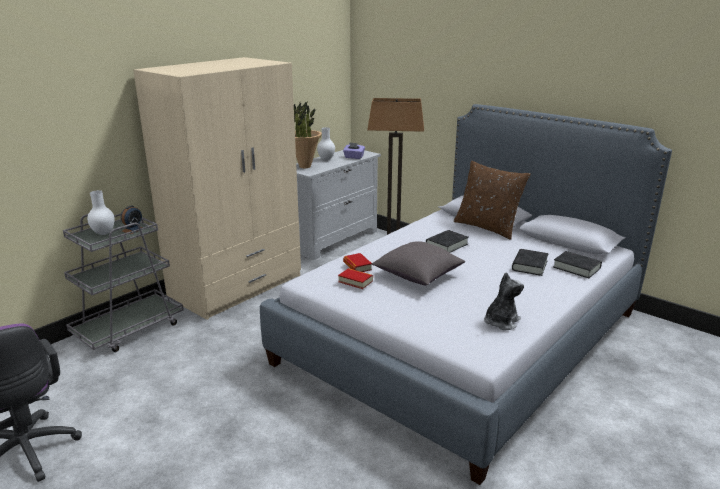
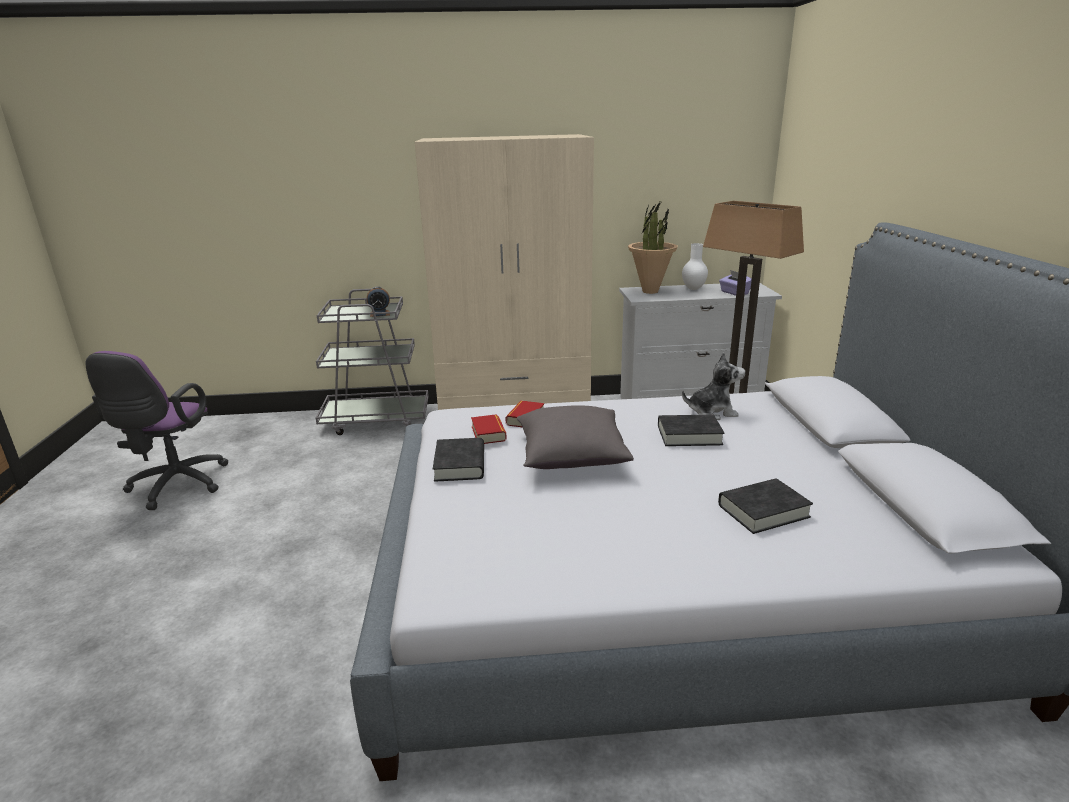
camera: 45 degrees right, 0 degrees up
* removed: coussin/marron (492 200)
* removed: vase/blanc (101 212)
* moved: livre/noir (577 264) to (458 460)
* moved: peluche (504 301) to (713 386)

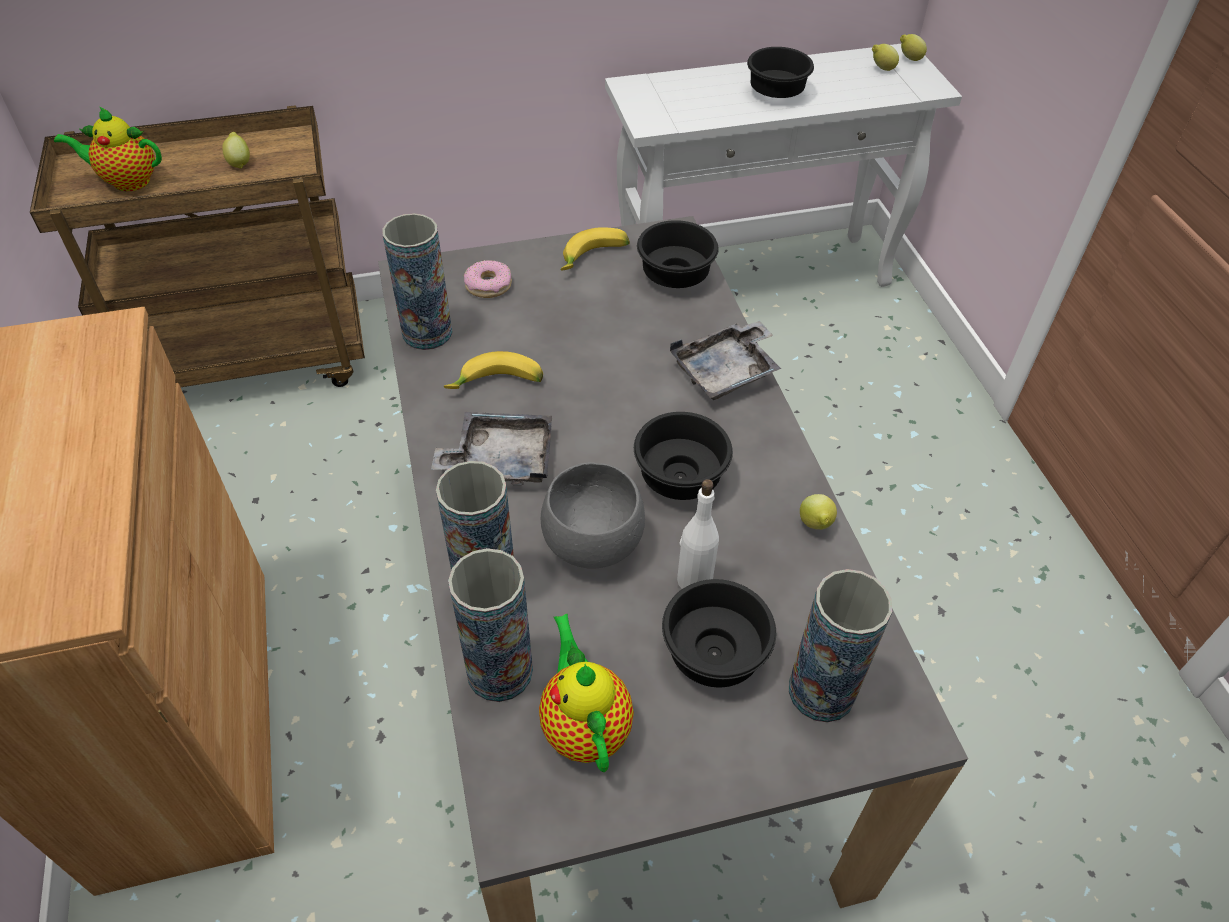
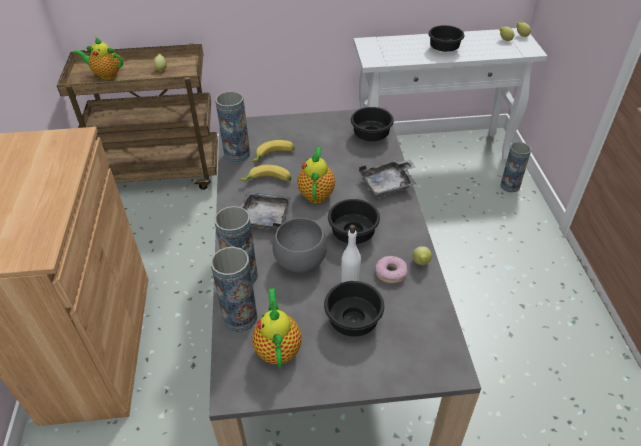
camera: 10 degrees right, 5 degrees down
* moved: banane (595 249) to (273 151)
* moved: beignet (488 279) to (391 270)
* moved: vase (840 645) to (515 167)
* added: théière (316 175)

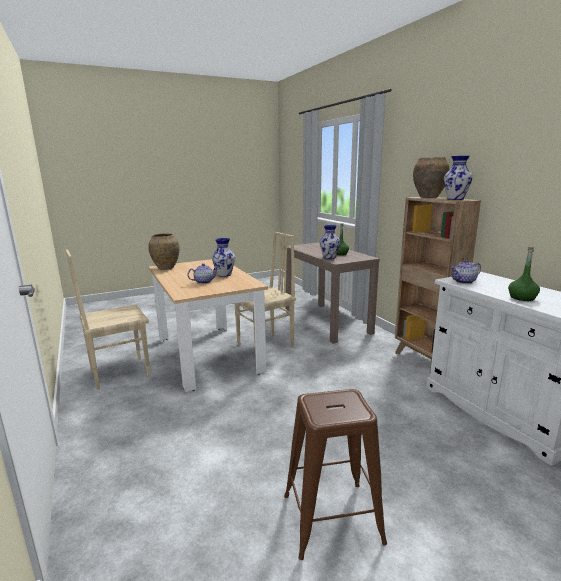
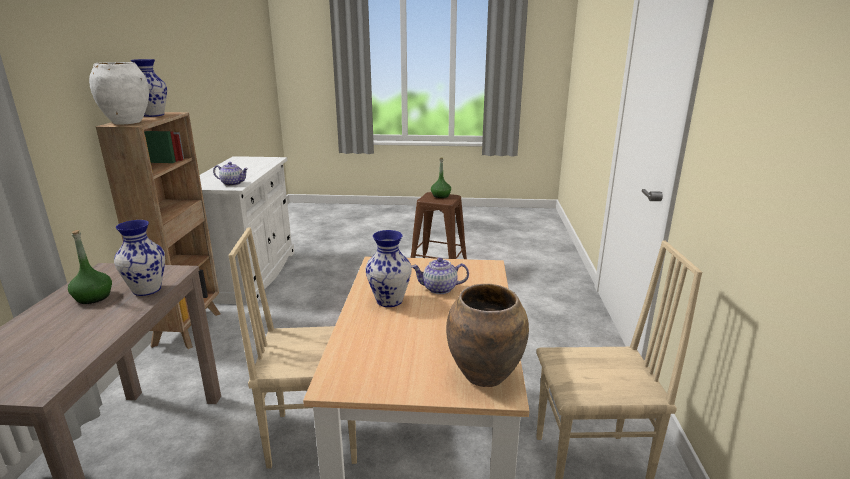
camera: 150 degrees left, 5 degrees up
* recoloured: vase/marron (431 177) to vase/blanc (119 93)
* moved: bouteille/vert (524 274) to (441 177)

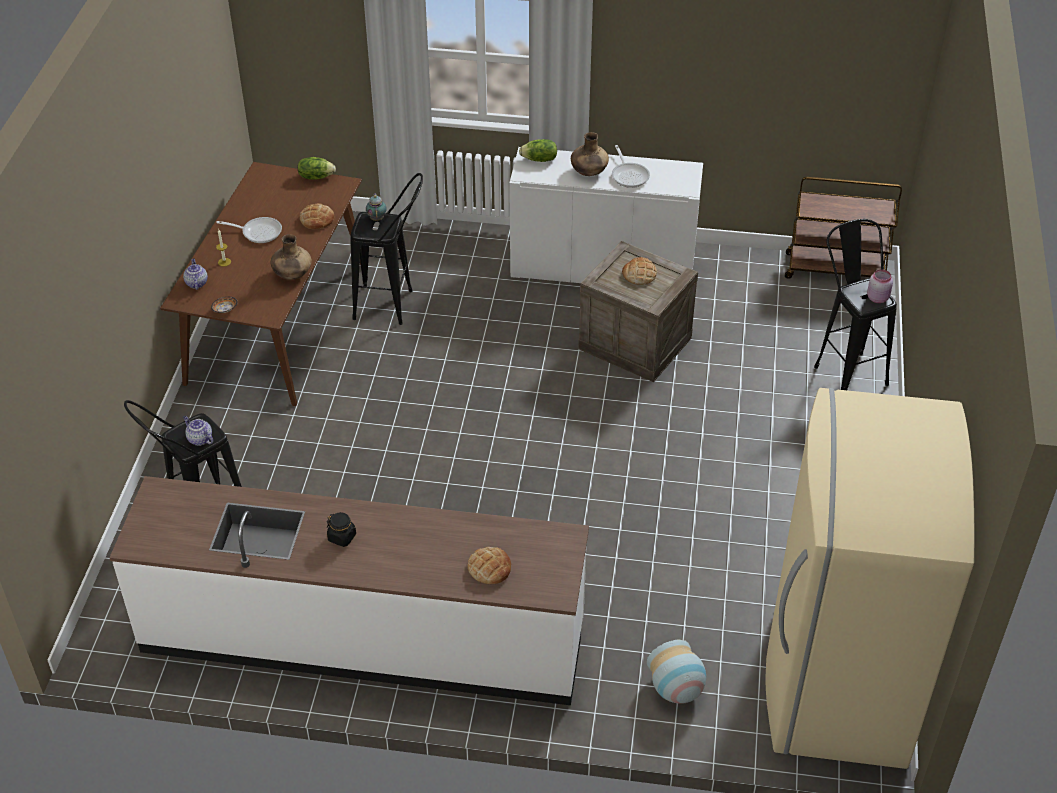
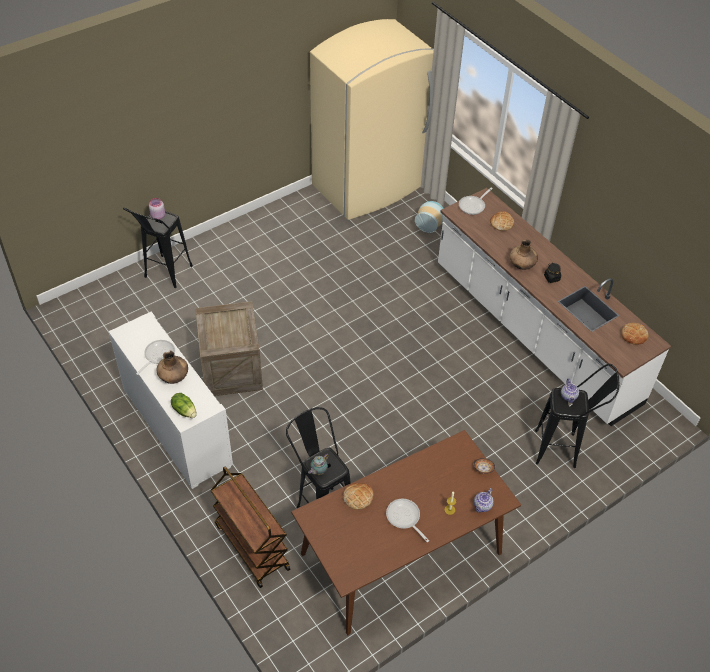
camera: 135 degrees left, 5 degrees up
* removed: laitue (317 168)
* moved: chariot/marron (843 228) to (250 527)
* moved: vase/marron (291 257) to (524 254)
* moved: pain (639 271) to (635 334)
* added: poêle (476 201)

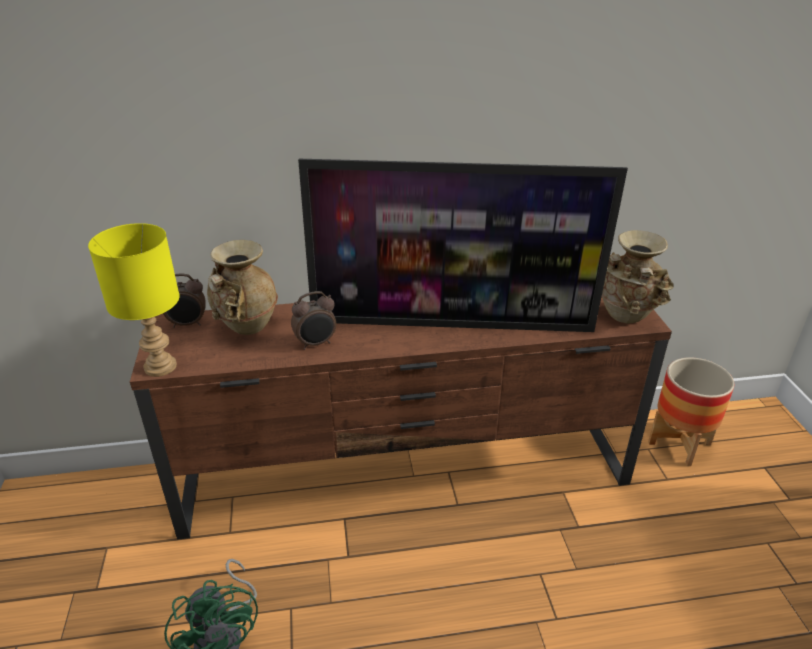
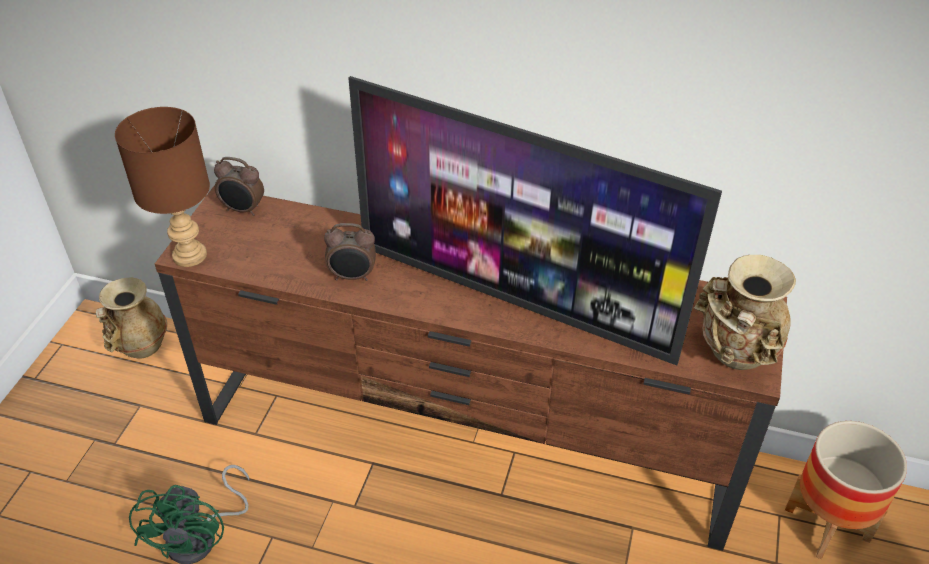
camera: 25 degrees right, 10 degrees up
* recoloured: lampe de table/jaune (134 300) to lampe de table/marron (162 187)
* moved: vase/beige (242 287) to (131 318)

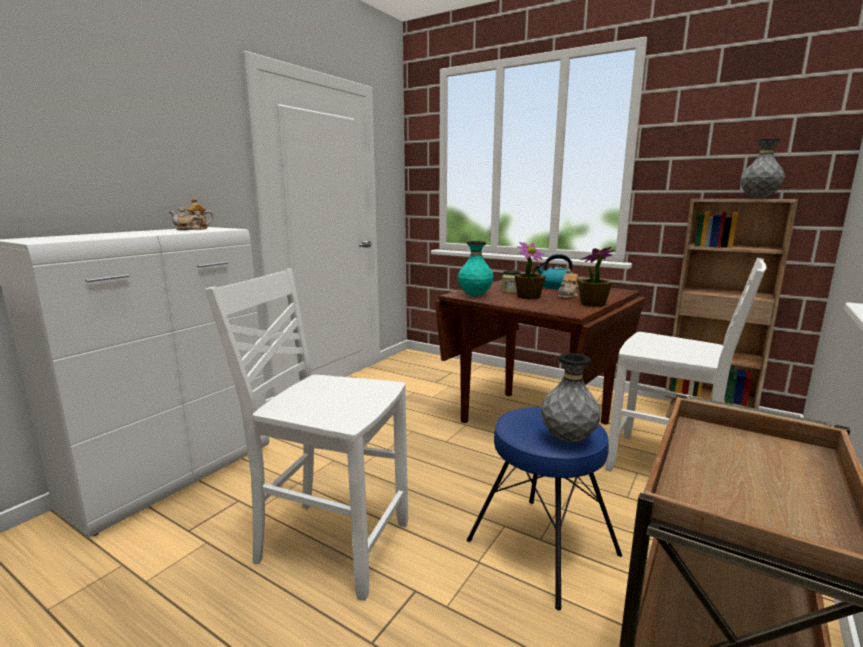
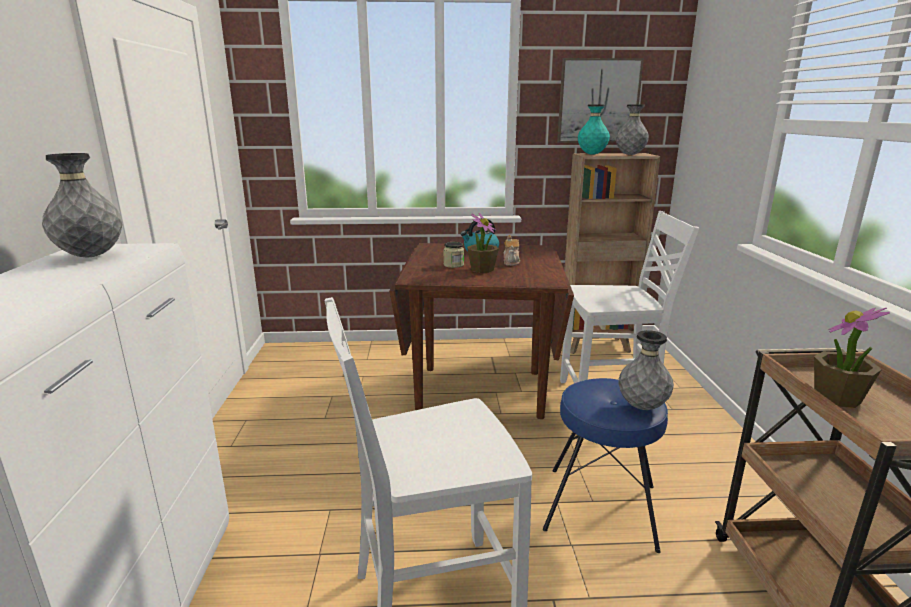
camera: 35 degrees left, 5 degrees up
* replaced: théière (191 213) to vase/gris (82 205)
* moved: vase/turquoise (476 268) to (594 130)
* moved: plante en pot (596 277) to (852 358)
* added: tableau (600 100)

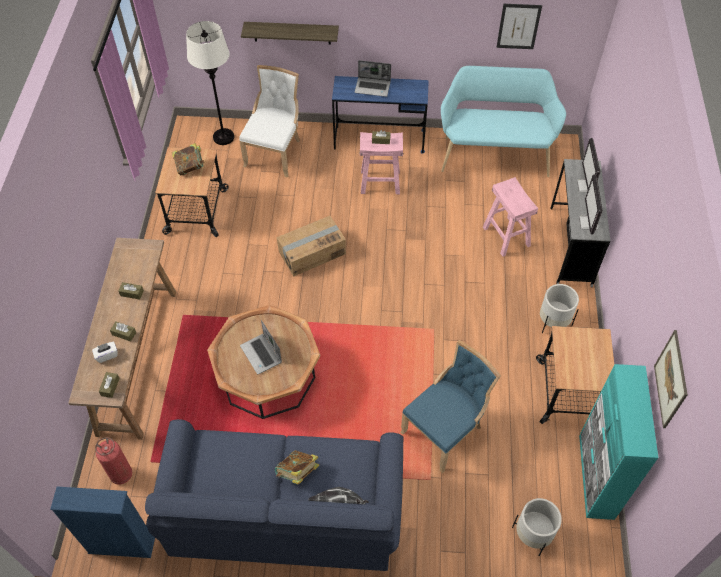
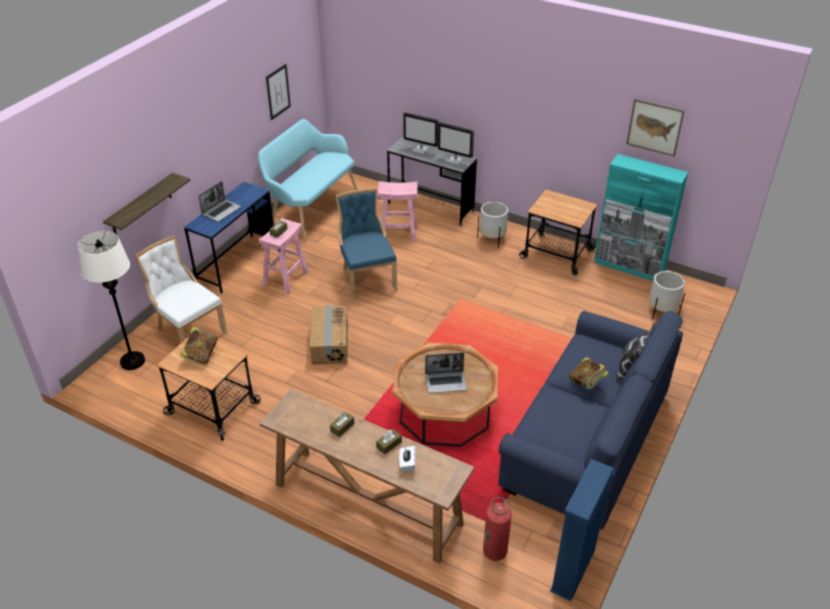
camera: 65 degrees left, 15 degrees down
* moved: chaise/bleu (450 406) to (366 244)
* removed: boîte à mouchoirs/marron (109 385)

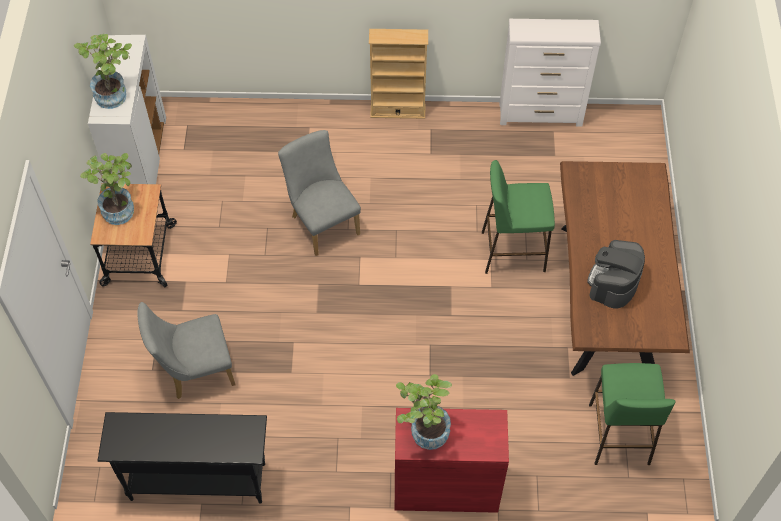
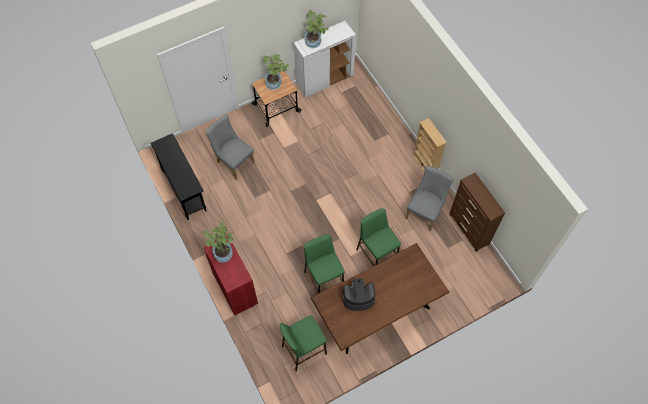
camera: 60 degrees right, 5 degrees up
* recoloured: commode/blanc (550 73) to commode/marron (477 212)
* moved: chaise/gris (319 193) to (429 198)
* added: tabouret/vert (324 264)

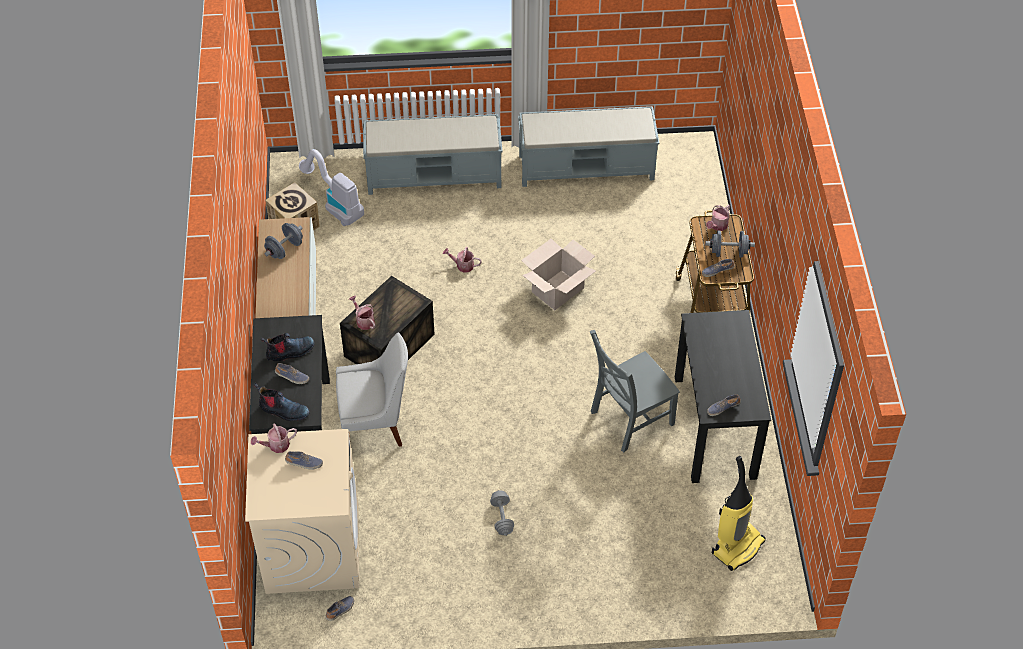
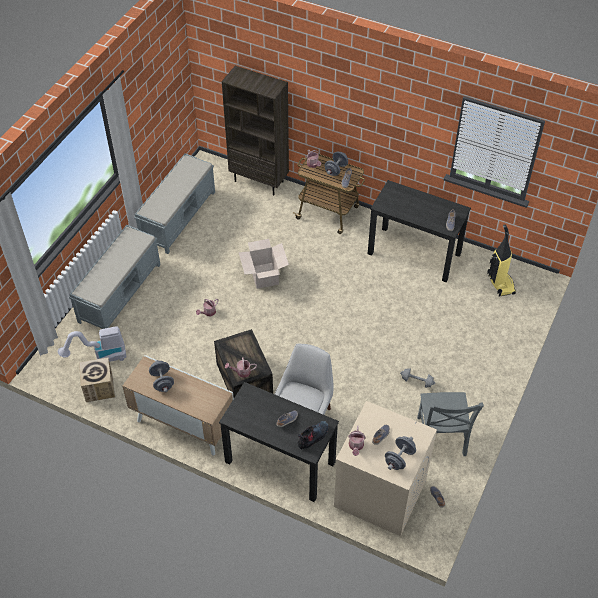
camera: 60 degrees left, 0 degrees up
* moved: chaise/gris (635 391) to (450 424)
* removed: botte (287 347)
* added: bibliothèque/marron (255 130)
* added: haltère/gris (400 453)

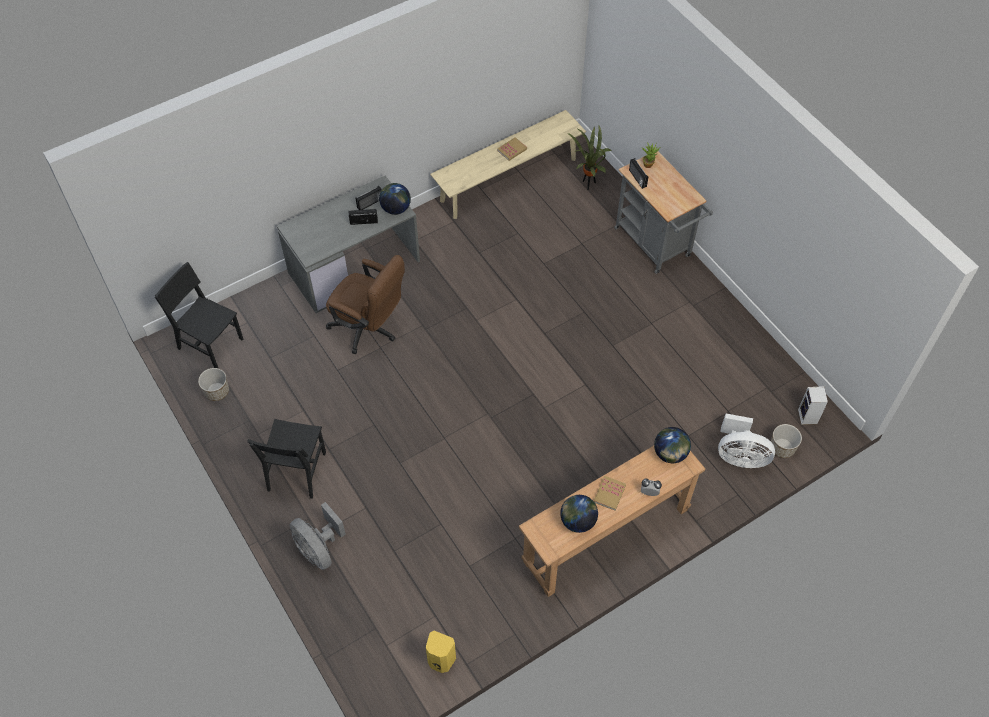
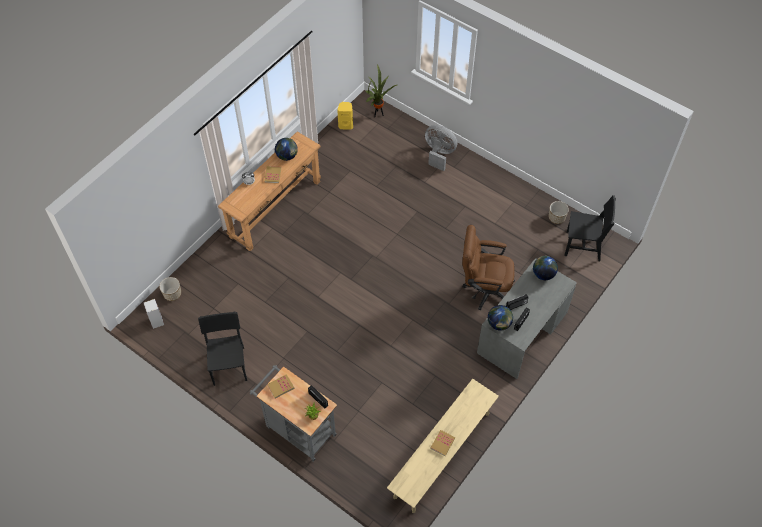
camera: 160 degrees right, 0 degrees up
* moved: plante en pot (590 158) to (381 90)
* removed: ventilateur/blanc (746 441)
* moved: chaise/noir (286 459) to (222 349)
* moved: globe (672 445) to (545 268)
* added: livre (281 386)

